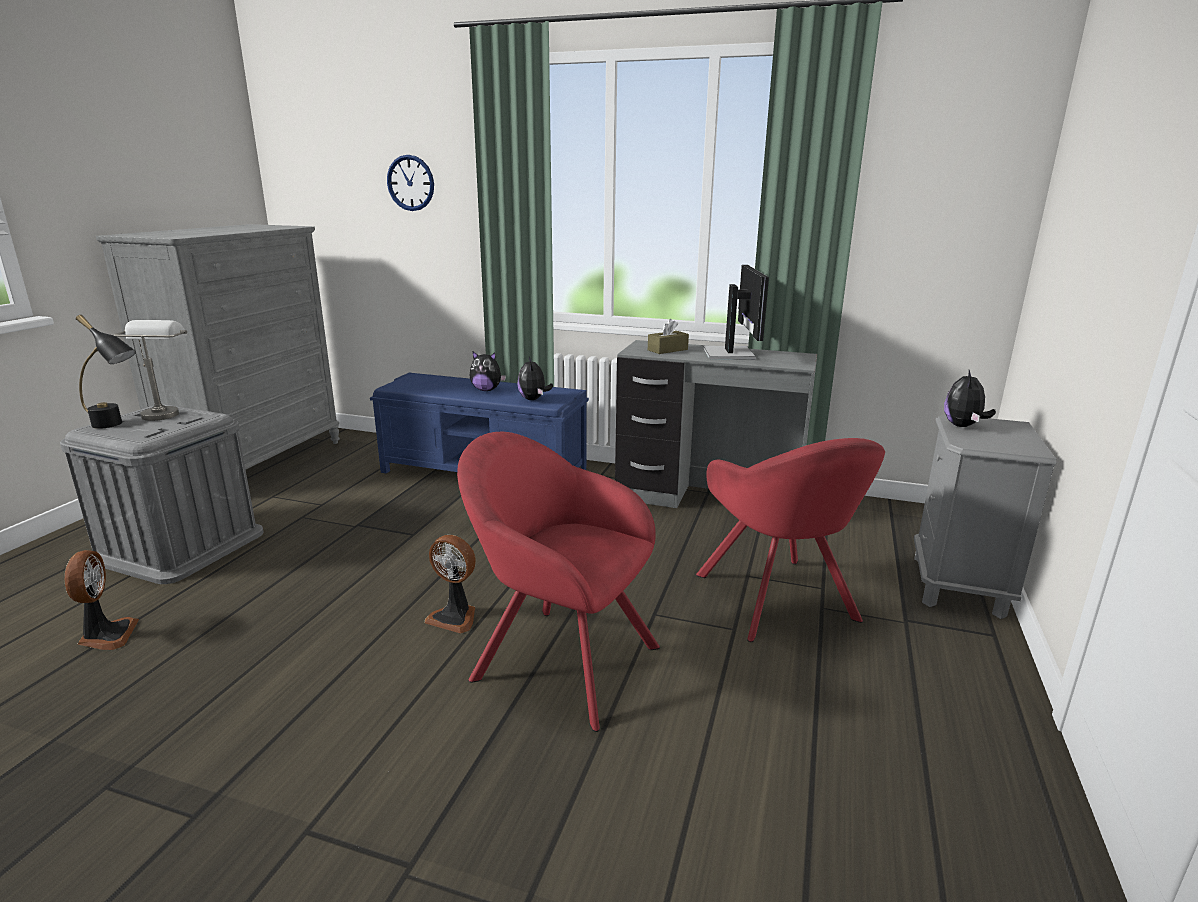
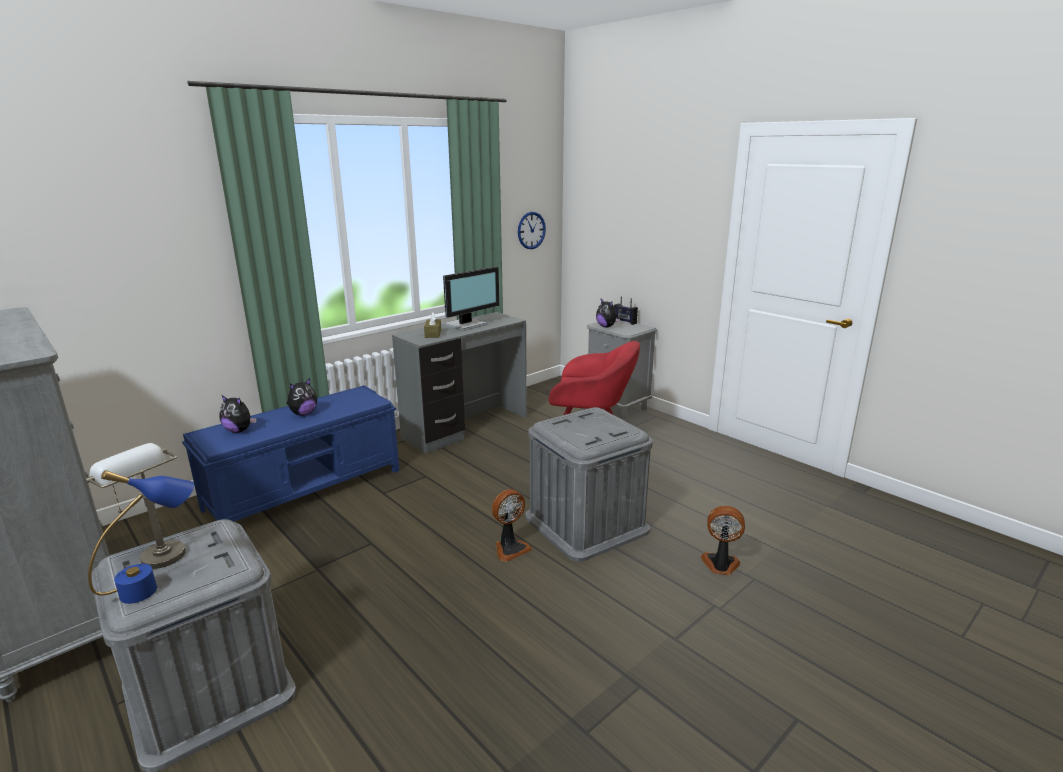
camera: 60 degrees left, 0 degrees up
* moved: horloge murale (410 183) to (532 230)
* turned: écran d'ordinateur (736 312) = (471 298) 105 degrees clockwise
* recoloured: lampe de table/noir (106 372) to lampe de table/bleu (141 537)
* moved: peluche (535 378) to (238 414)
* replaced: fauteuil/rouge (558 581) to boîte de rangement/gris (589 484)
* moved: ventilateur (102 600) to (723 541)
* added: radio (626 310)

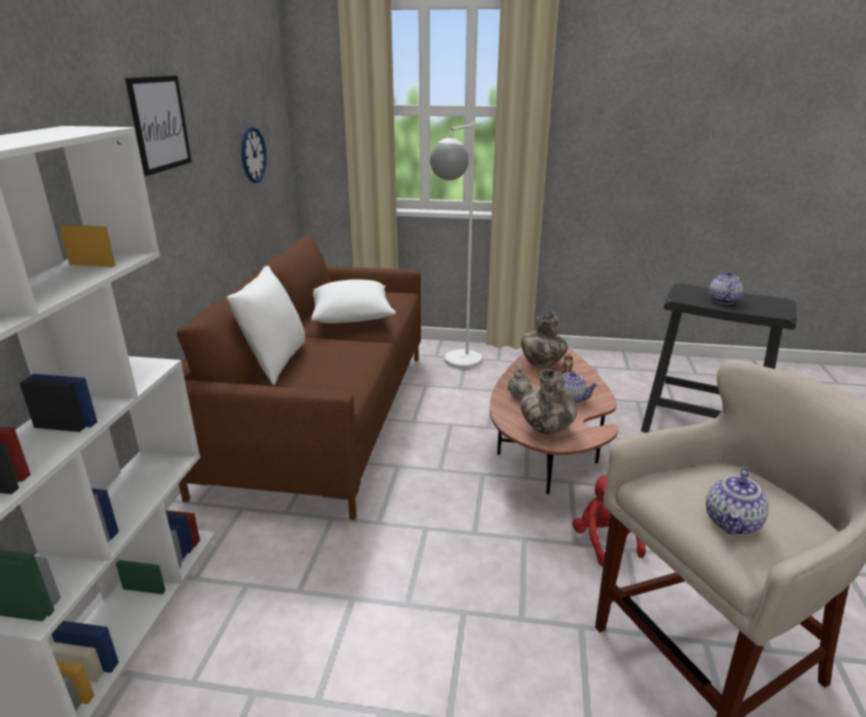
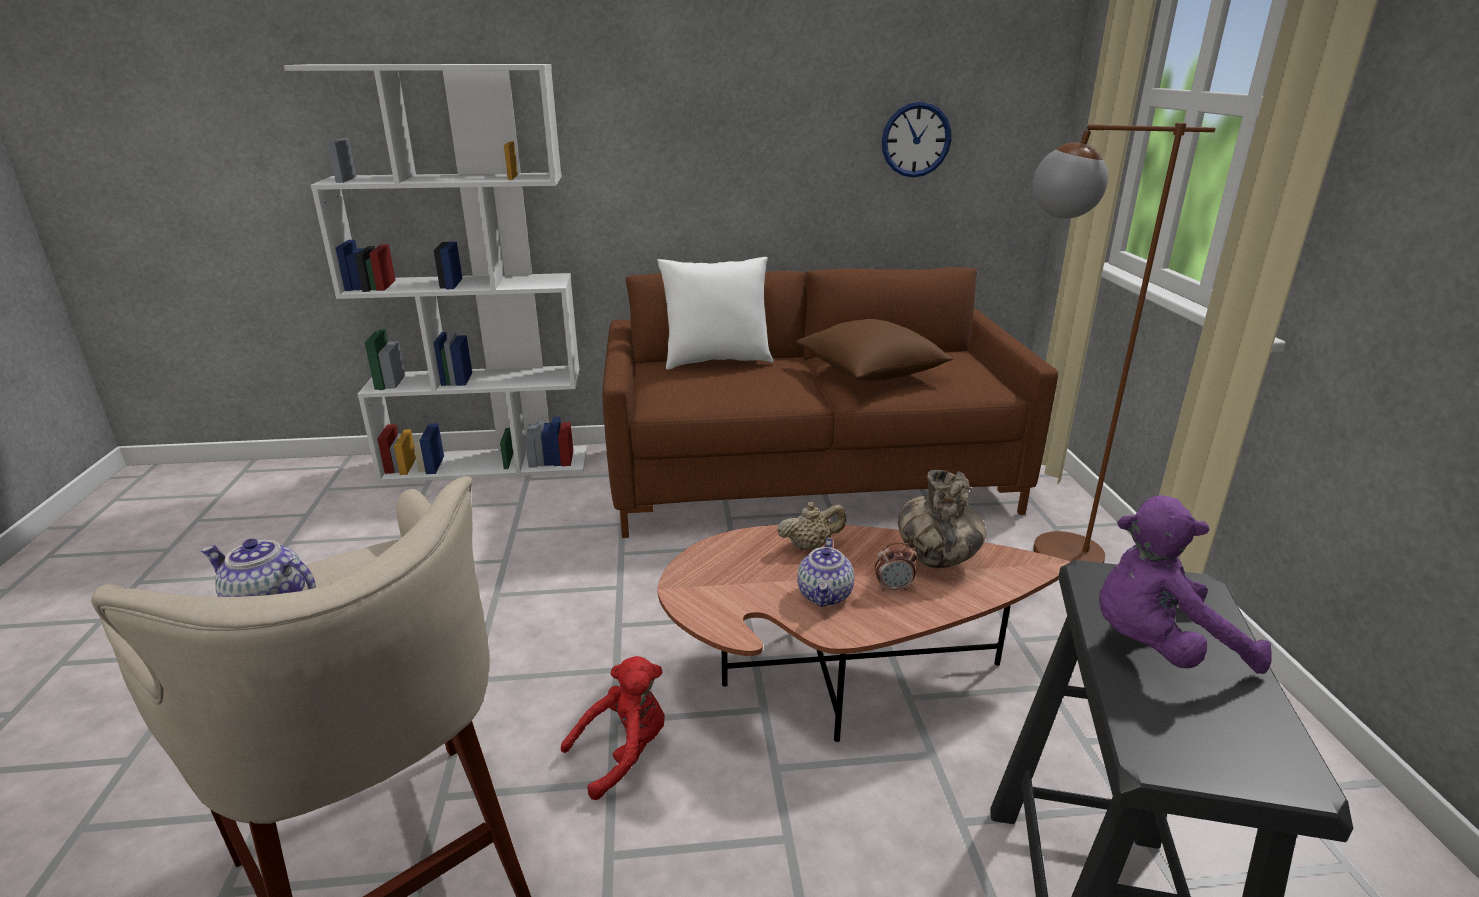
camera: 75 degrees right, 0 degrees up
* removed: tableau (158 126)
* recoloured: lampadaire/blanc (456 245) to lampadaire/marron (1124 343)
* replaced: théière (726 288) to peluche/violet (1185 584)
* recoloured: coussin/blanc (353 301) to coussin/marron (874 350)
* removed: vase (549 401)

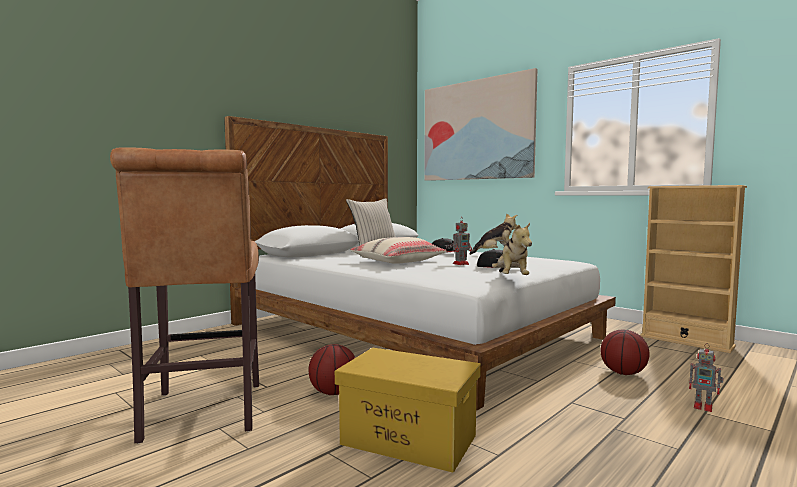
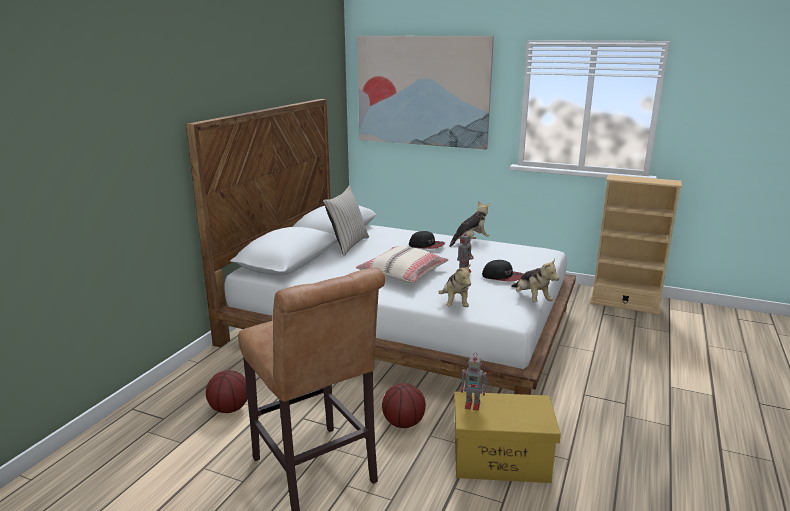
camera: 20 degrees left, 15 degrees up
* moved: ballon de basket (625 352) to (227 391)
* moved: robot jouet (706 377) to (475 382)
* added: peluche (455 285)

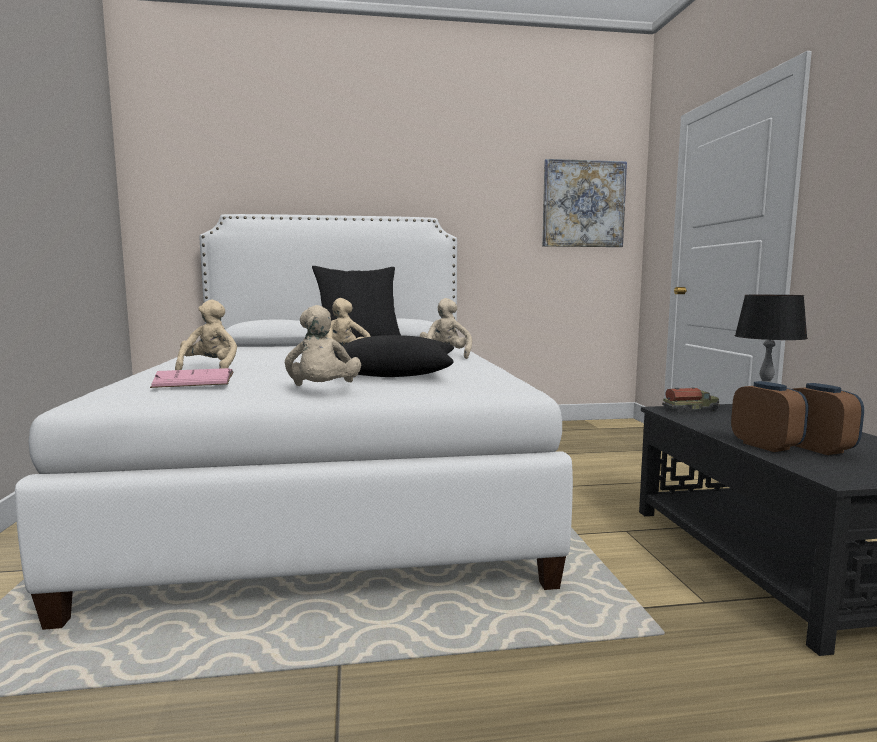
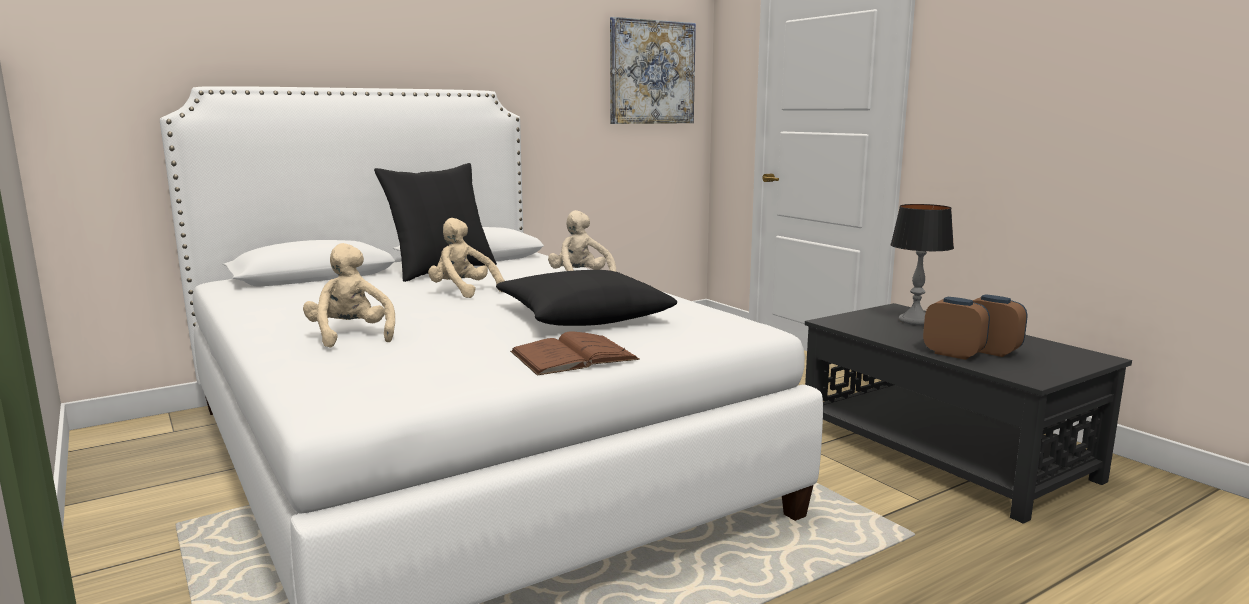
camera: 25 degrees left, 5 degrees up
* replaced: peluche/beige (323 345) to livre/marron (575 353)
* removed: livre/rose (192 378)
* removed: camion jouet (691 399)

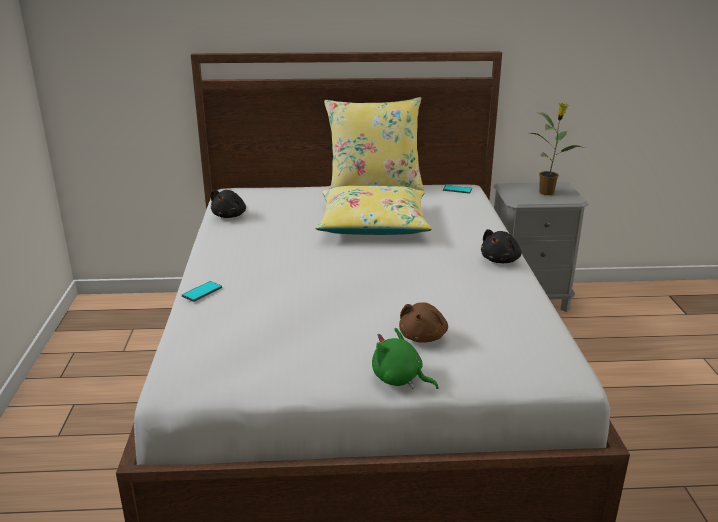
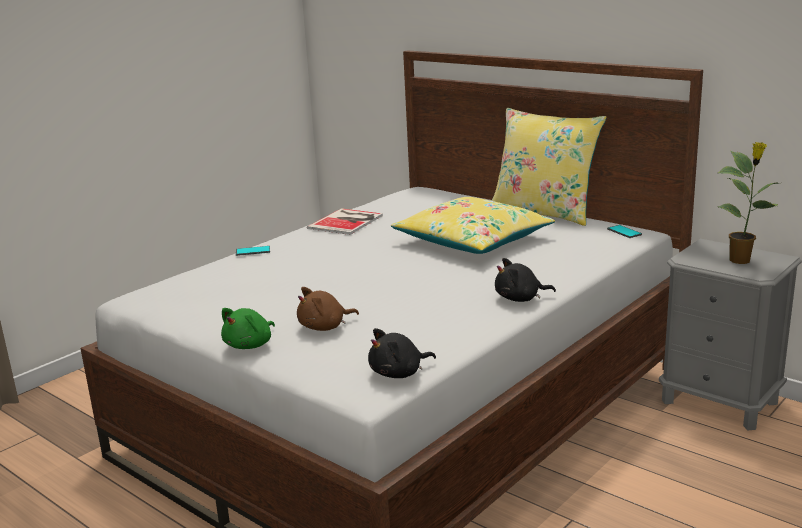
camera: 45 degrees right, 5 degrees down
* moved: peluche/noir (228 204) to (402 353)
* turned: peluche/vert (405 358) = (248 328) 135 degrees counterclockwise
* added: livre (345 221)

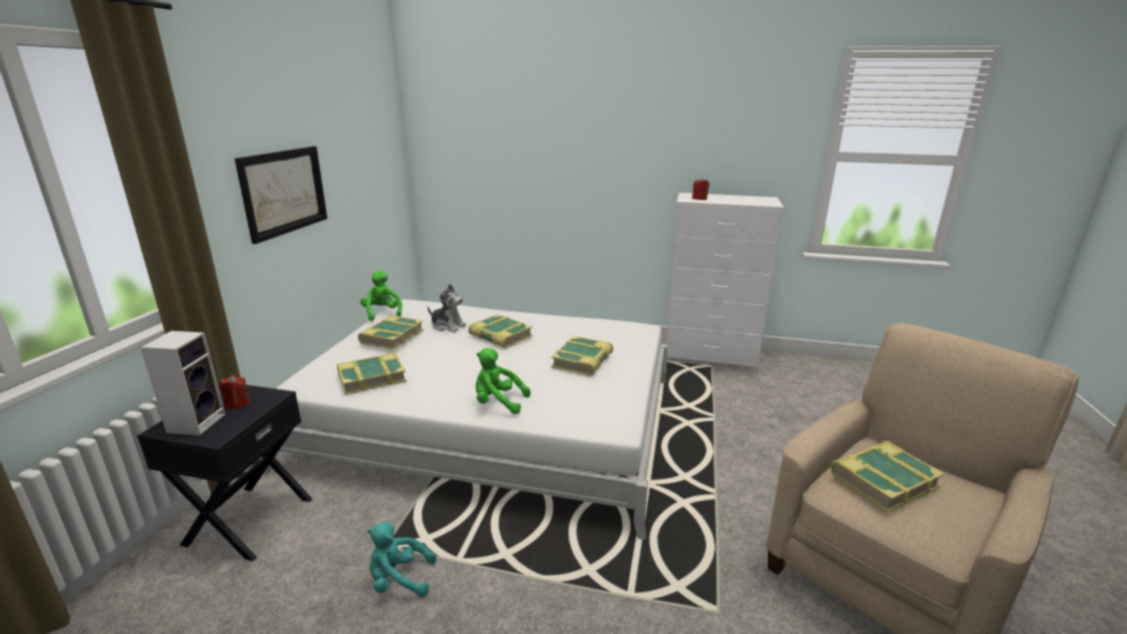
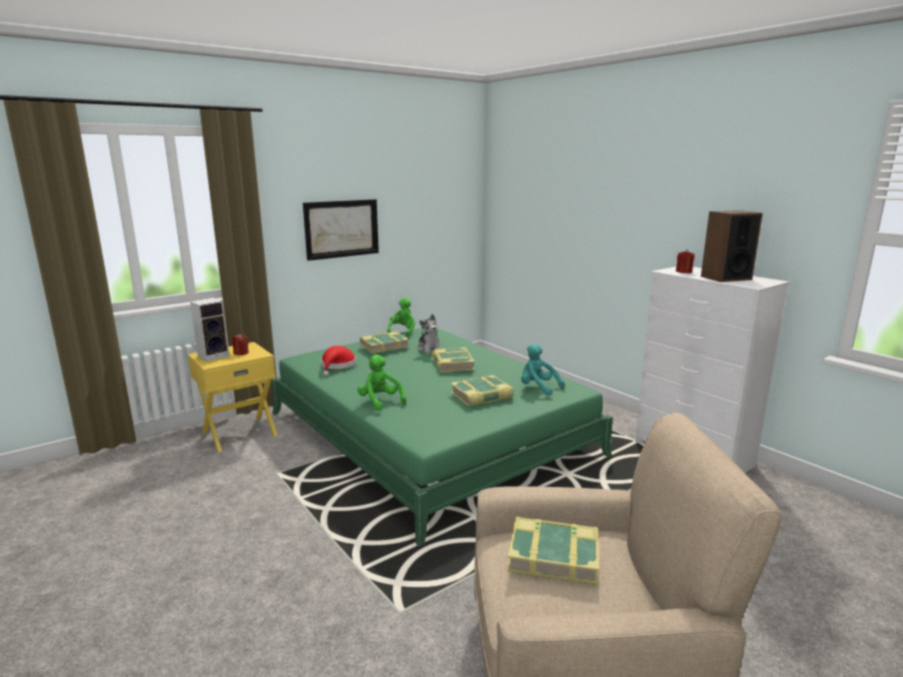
camera: 40 degrees right, 5 degrees down
* recoloured: lit/blanc (464 420) to lit/vert (442 437)
* replaced: livre (372 374) to chapeau/rouge (338 361)
* recoloured: table de chevet/noir (224 473) to table de chevet/jaune (233 397)
* moved: peluche/turquoise (401 559) to (543 370)
* added: enceinte (732 246)

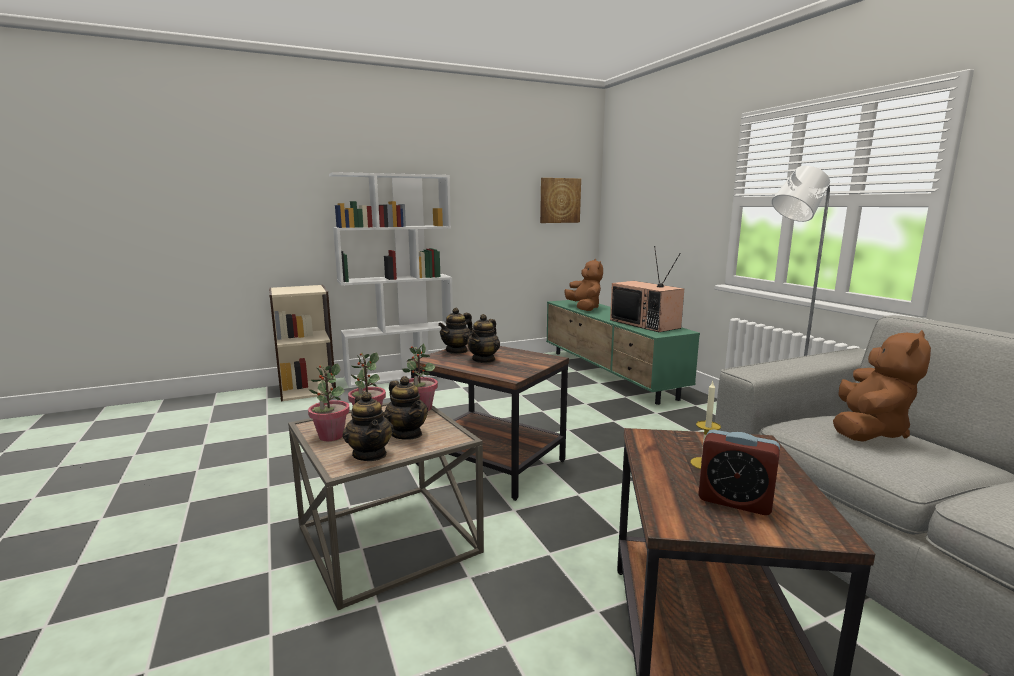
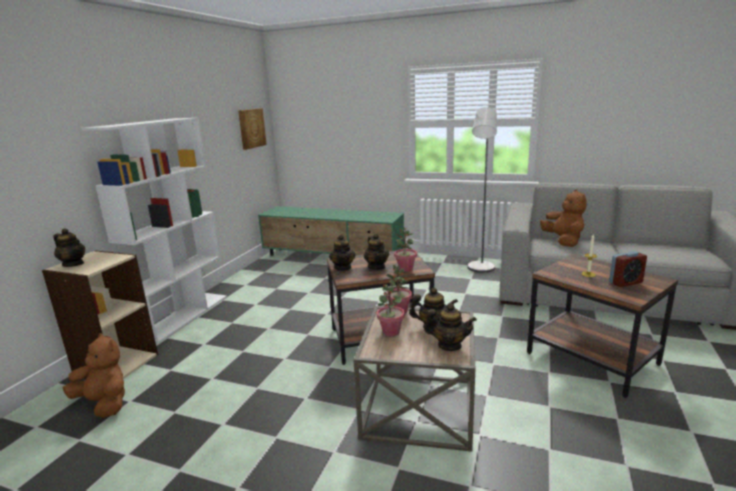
camera: 45 degrees left, 5 degrees up
* removed: téléviseur (647 289)
* moved: peluche/marron (583 285) to (94 375)
* moved: plante en pot (329 402) to (405 249)
* added: théière (69 247)

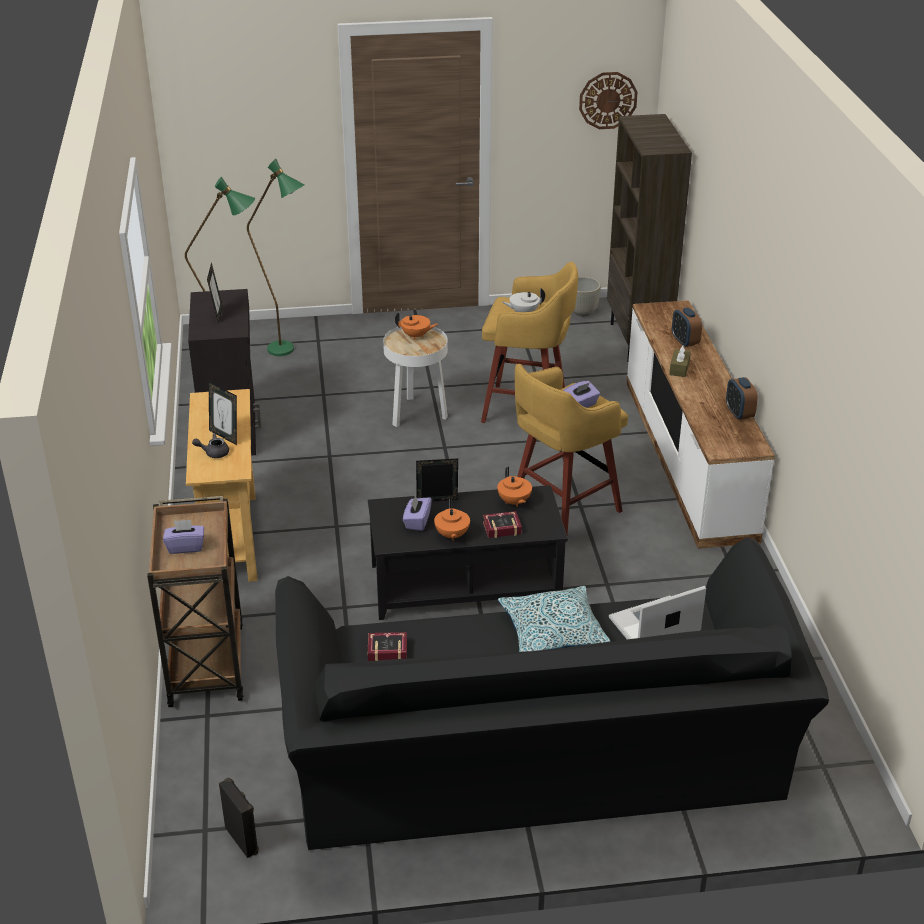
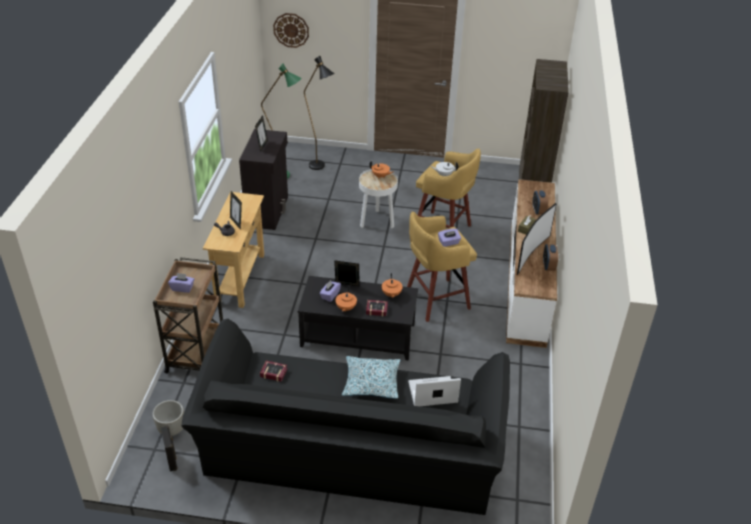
camera: 15 degrees right, 5 degrees up
* moved: horloge murale (608 100) to (291 30)
* recoloured: lampadaire/vert (276 257) to lampadaire/noir (319 113)
* moved: cache-pot/gris (587 296) to (168 418)
* added: téléviseur (537 239)

